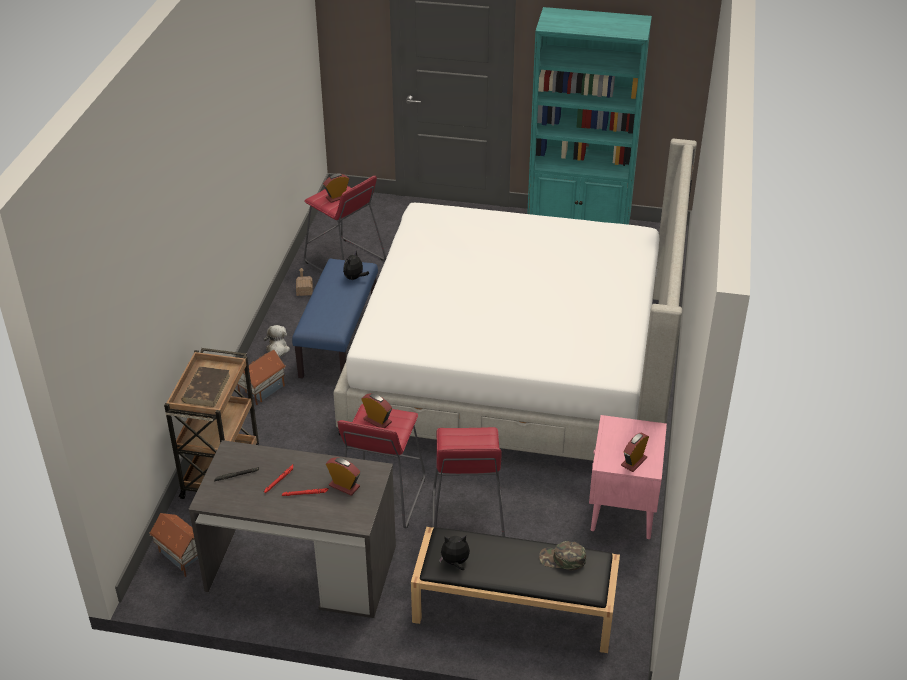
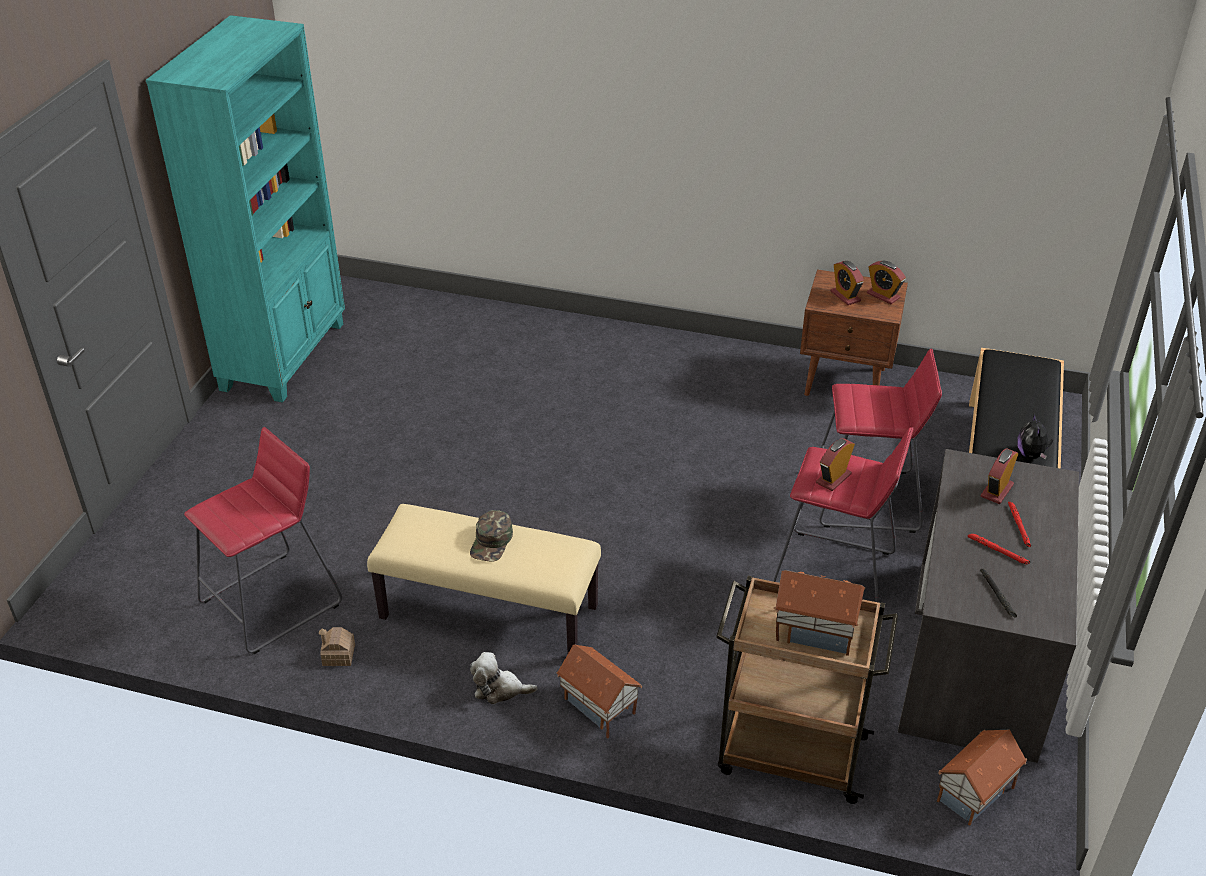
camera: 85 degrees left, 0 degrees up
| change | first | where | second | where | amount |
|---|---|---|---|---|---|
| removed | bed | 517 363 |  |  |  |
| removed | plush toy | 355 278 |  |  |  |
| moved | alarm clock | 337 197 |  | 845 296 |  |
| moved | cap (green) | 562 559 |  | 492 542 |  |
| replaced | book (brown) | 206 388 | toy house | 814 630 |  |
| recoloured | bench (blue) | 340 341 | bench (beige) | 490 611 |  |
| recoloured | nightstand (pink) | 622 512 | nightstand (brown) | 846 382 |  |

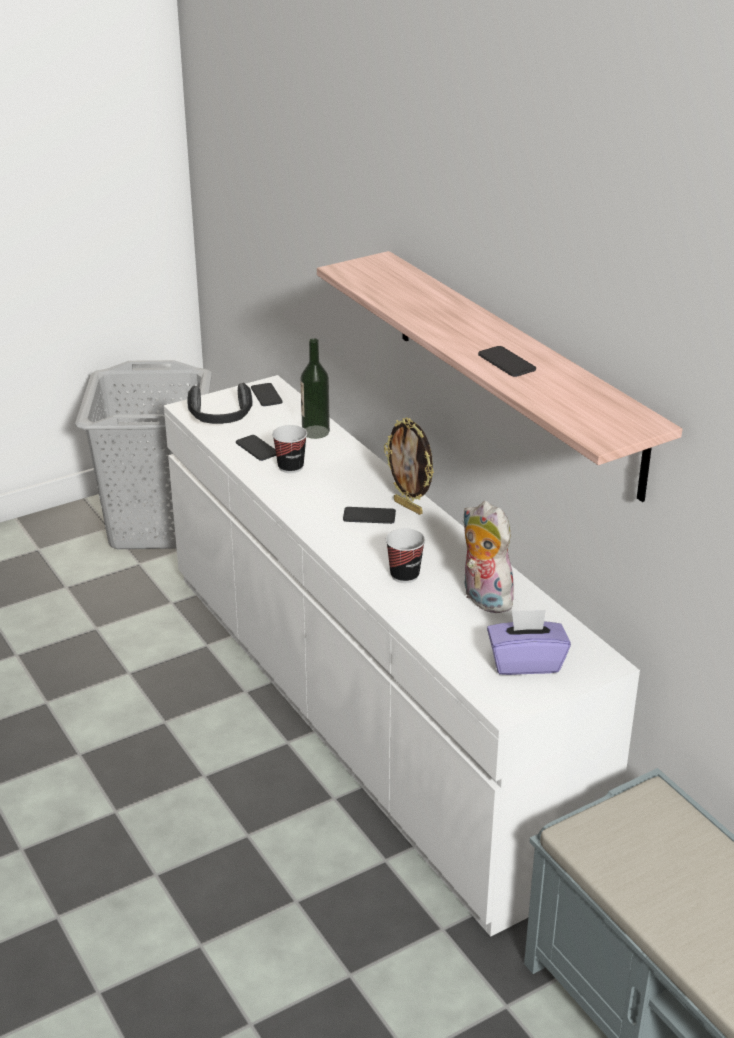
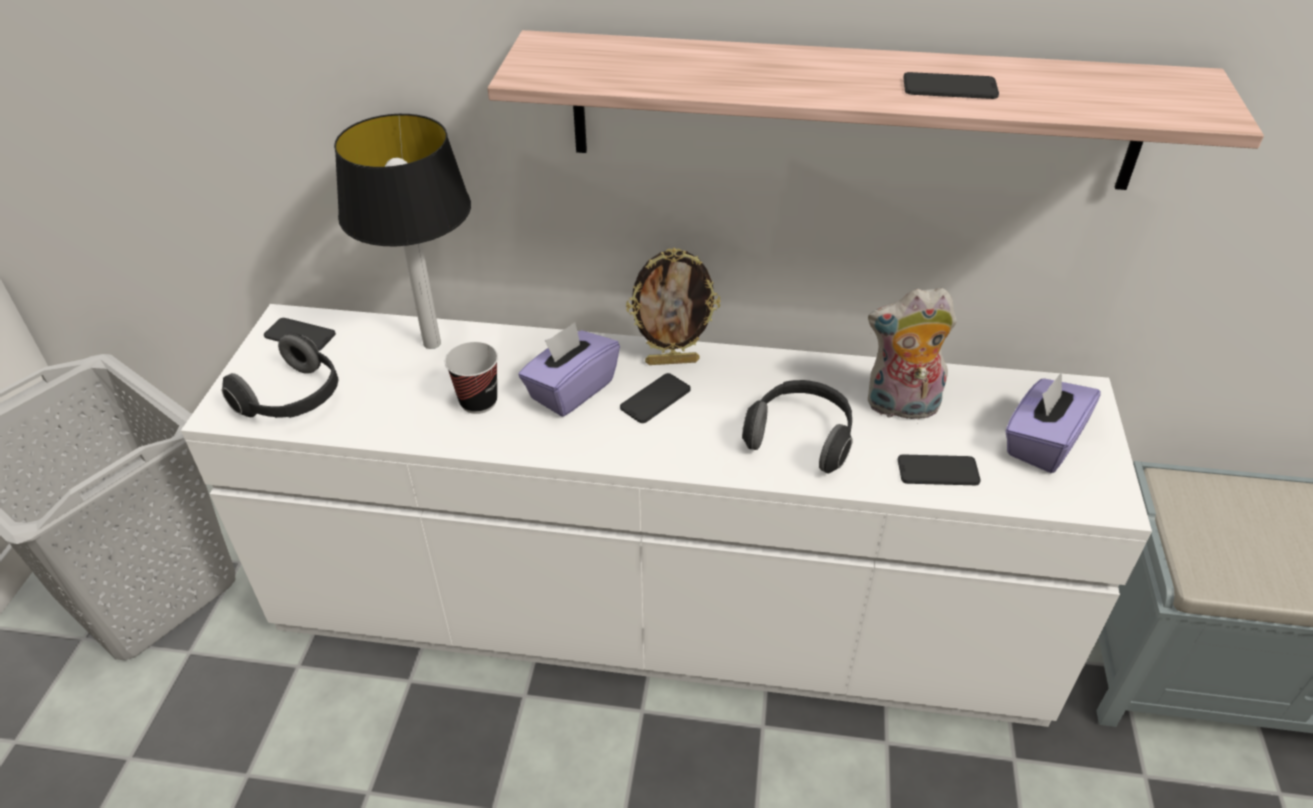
camera: 50 degrees left, 10 degrees up
| change | first | where | second | where | amount |
|---|---|---|---|---|---|
| added |  |  | tissue box (purple) | 571 390 |  |
| moved | phone | 257 448 |  | 938 471 |  |
| replaced | bottle | 315 432 | table lamp | 433 342 |  |
| replaced | cup | 404 575 | headphones | 801 438 |  |

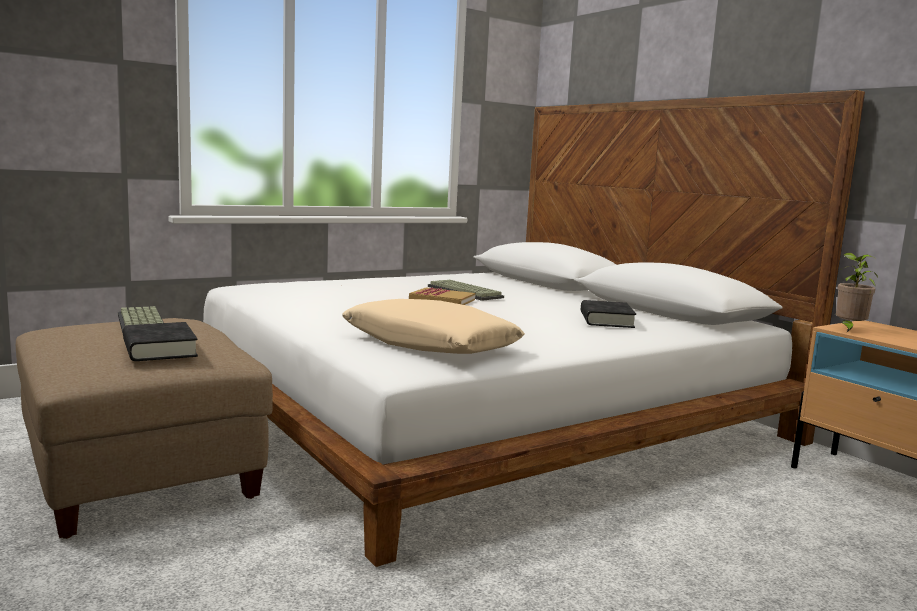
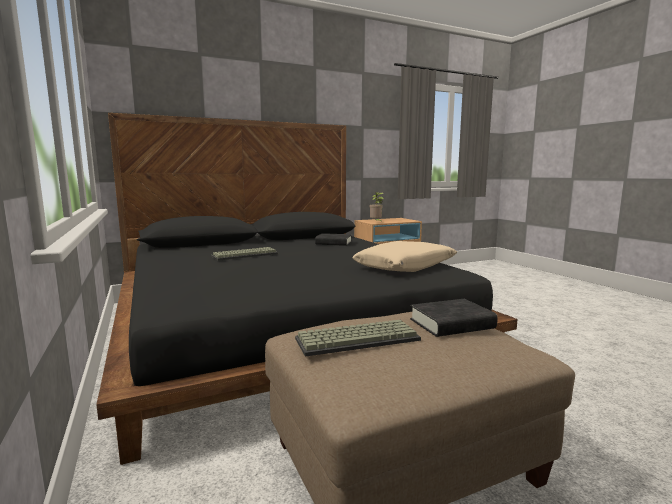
camera: 80 degrees left, 0 degrees up
| change | first | where | second | where | amount |
|---|---|---|---|---|---|
| removed | book | 442 300 |  |  |  |
| recoloured | bed (white) | 481 411 | bed (black) | 282 328 |  |

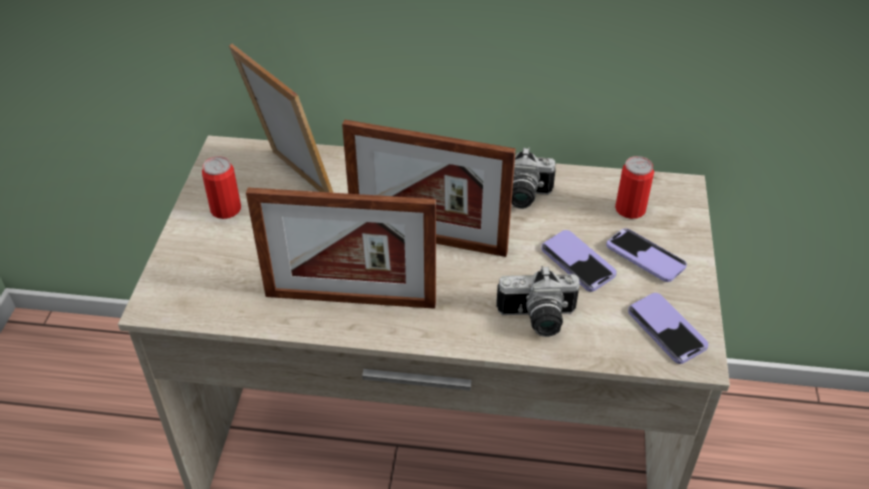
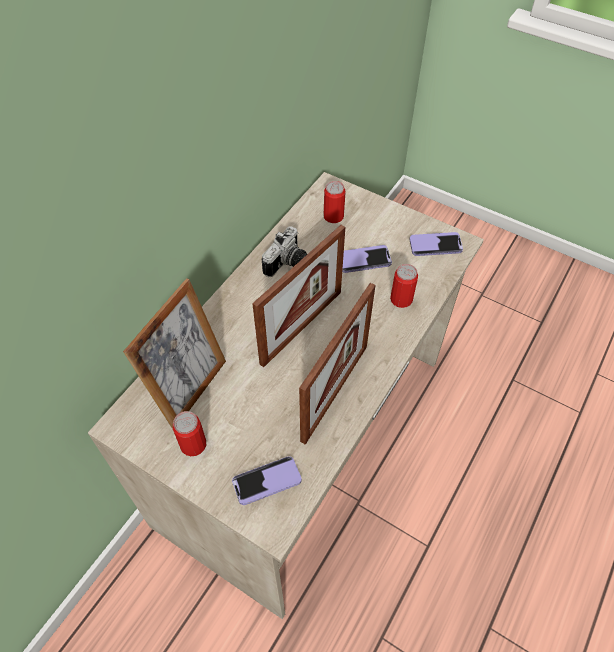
camera: 65 degrees left, 10 degrees up
| change | first | where | second | where | amount |
|---|---|---|---|---|---|
| moved | phone | 645 257 |  | 267 481 |  |
| replaced | photo camera | 537 320 | can | 401 299 |  |
| turned | picture frame | 292 182 |  | 190 388 | 135 degrees clockwise |

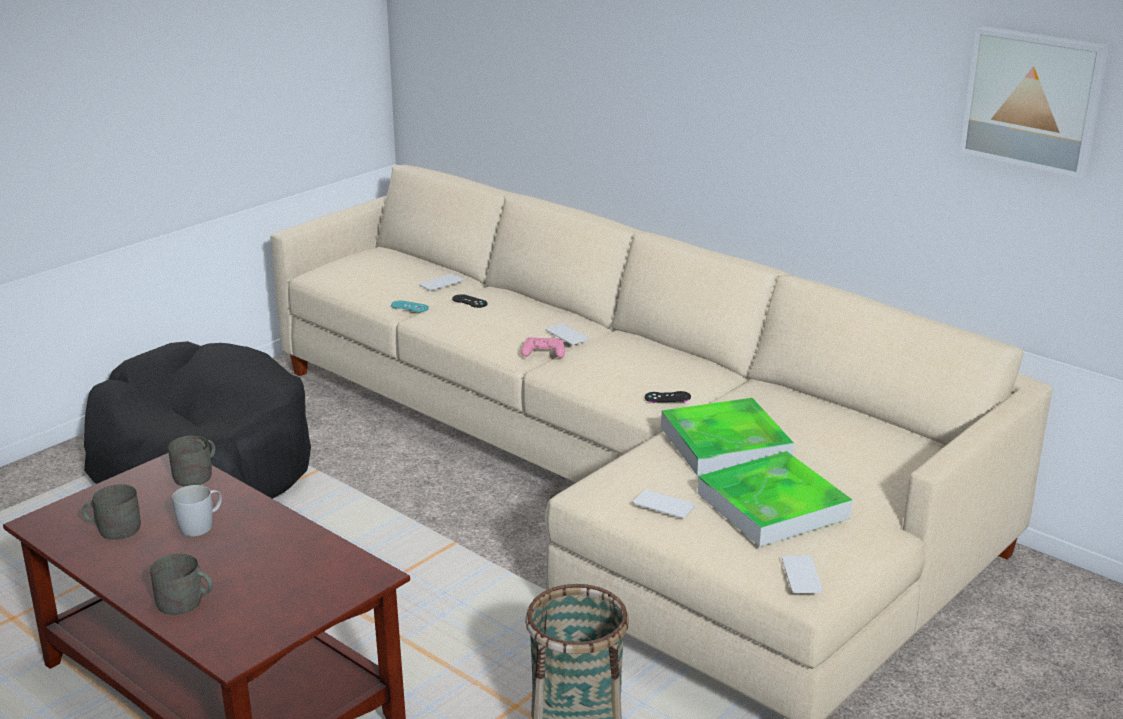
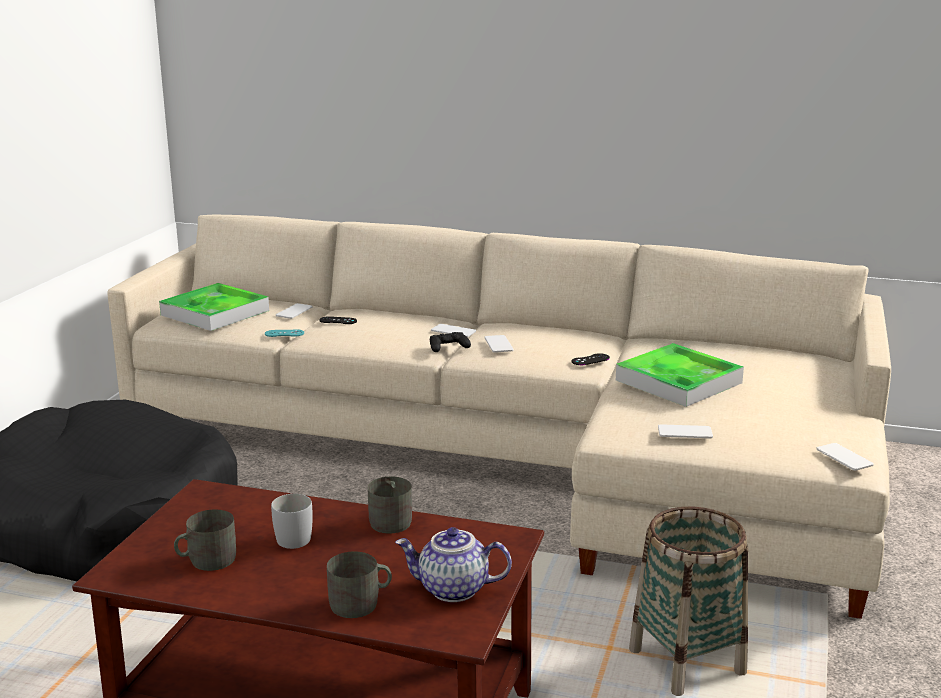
camera: 25 degrees left, 5 degrees down
| change | first | where | second | where | amount |
|---|---|---|---|---|---|
| removed | picture | 1034 99 |  |  |  |
| added |  |  | teapot | 452 590 |  |
| added |  |  | phone | 498 344 |  |
| moved | mug (grey) | 197 475 |  | 392 520 |  |
| moved | tray | 772 506 |  | 215 313 |  |
| recoloured | game controller (pink) | 543 353 | game controller (black) | 448 347 |  |

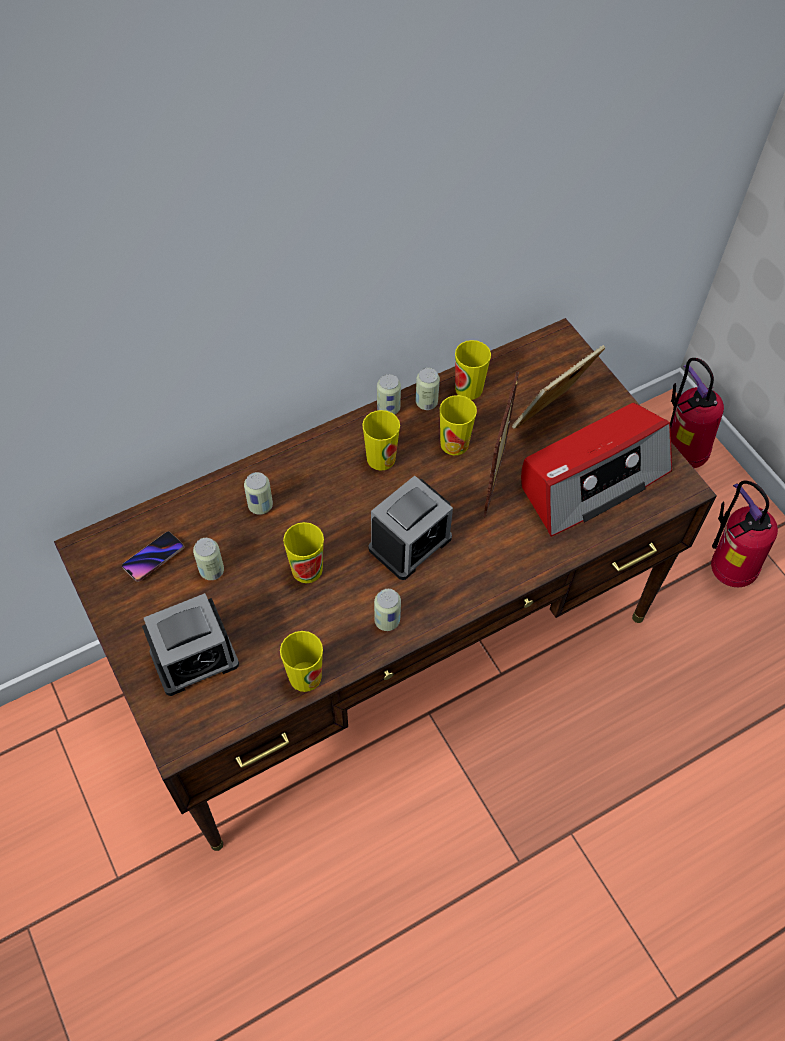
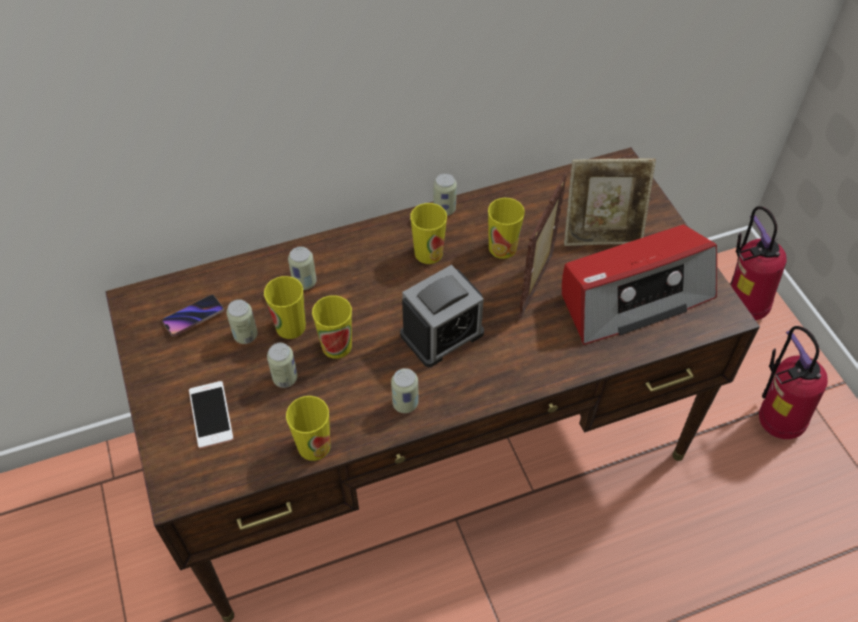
camera: 10 degrees right, 5 degrees down
| change | first | where | second | where | amount |
|---|---|---|---|---|---|
| moved | can | 426 402 |  | 285 378 |  |
| moved | cup | 468 389 |  | 290 326 |  |
| replaced | alarm clock | 194 658 | phone | 211 414 |  |
| turned | picture frame | 550 416 |  | 601 233 | 150 degrees counterclockwise |

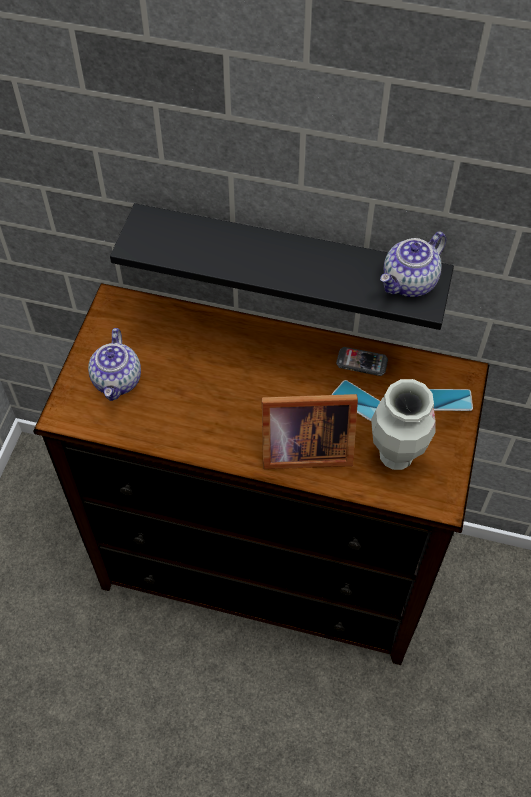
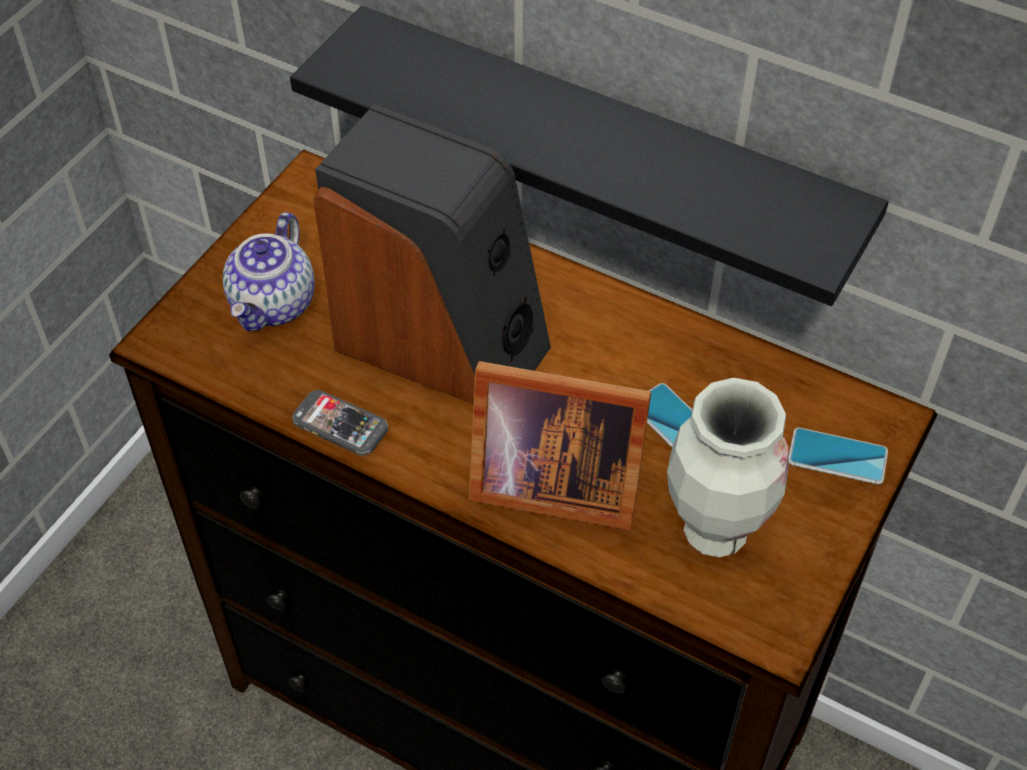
camera: 15 degrees right, 5 degrees down
| change | first | where | second | where | amount |
|---|---|---|---|---|---|
| removed | teapot | 409 283 |  |  |  |
| added |  |  | speaker | 443 344 |  |
| moved | phone | 361 362 |  | 340 424 |  |

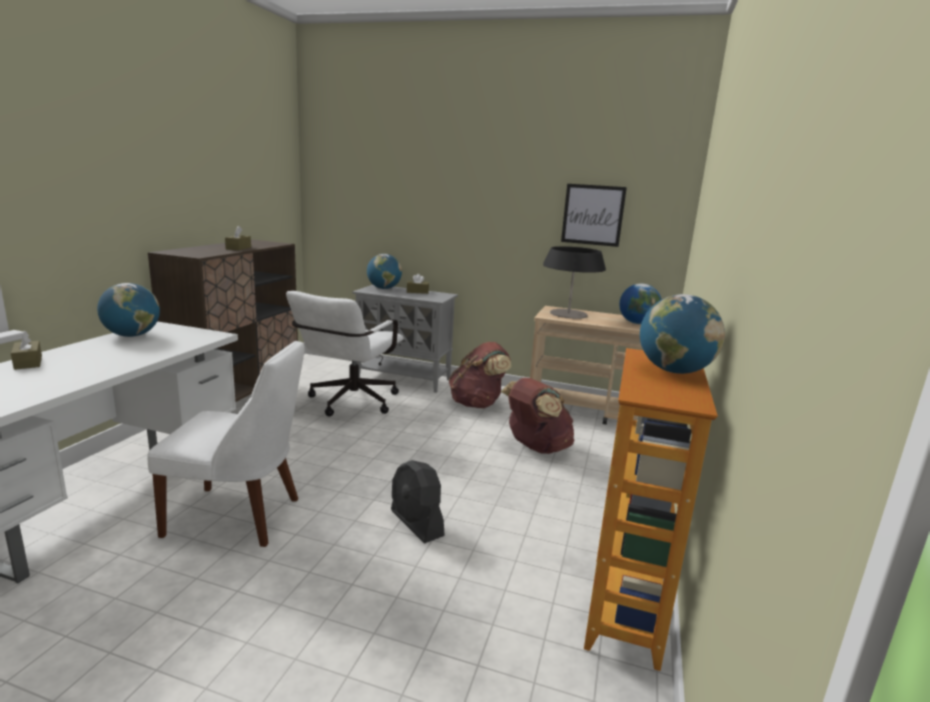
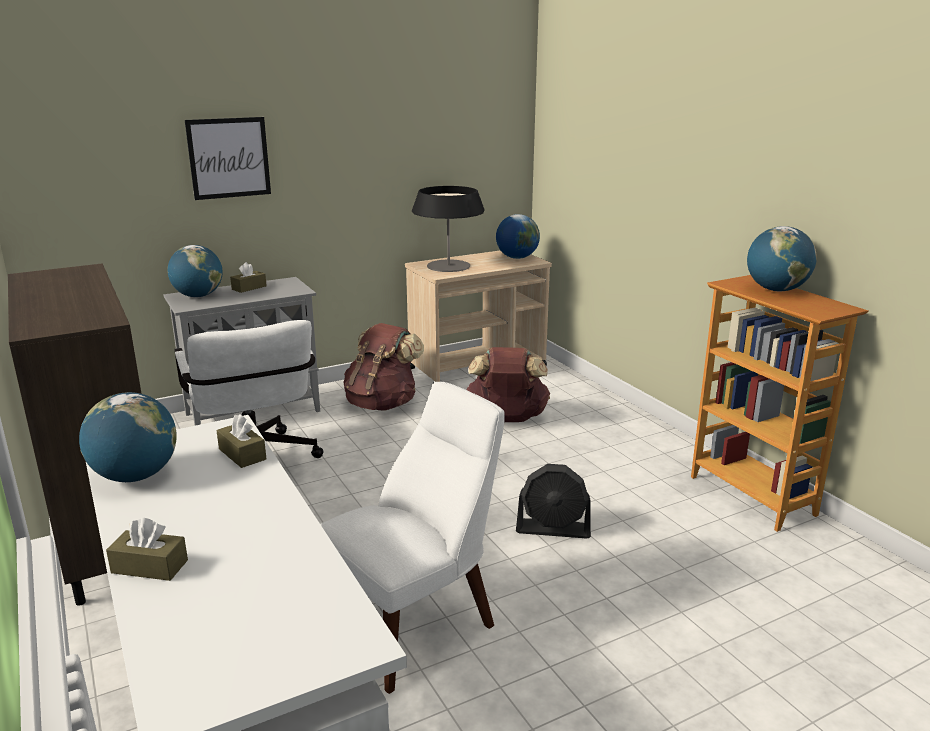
camera: 45 degrees left, 5 degrees up
| change | first | where | second | where | amount |
|---|---|---|---|---|---|
| moved | tissue box (brown) | 238 248 |  | 242 454 |  |
| moved | picture | 593 215 |  | 229 158 |  |

